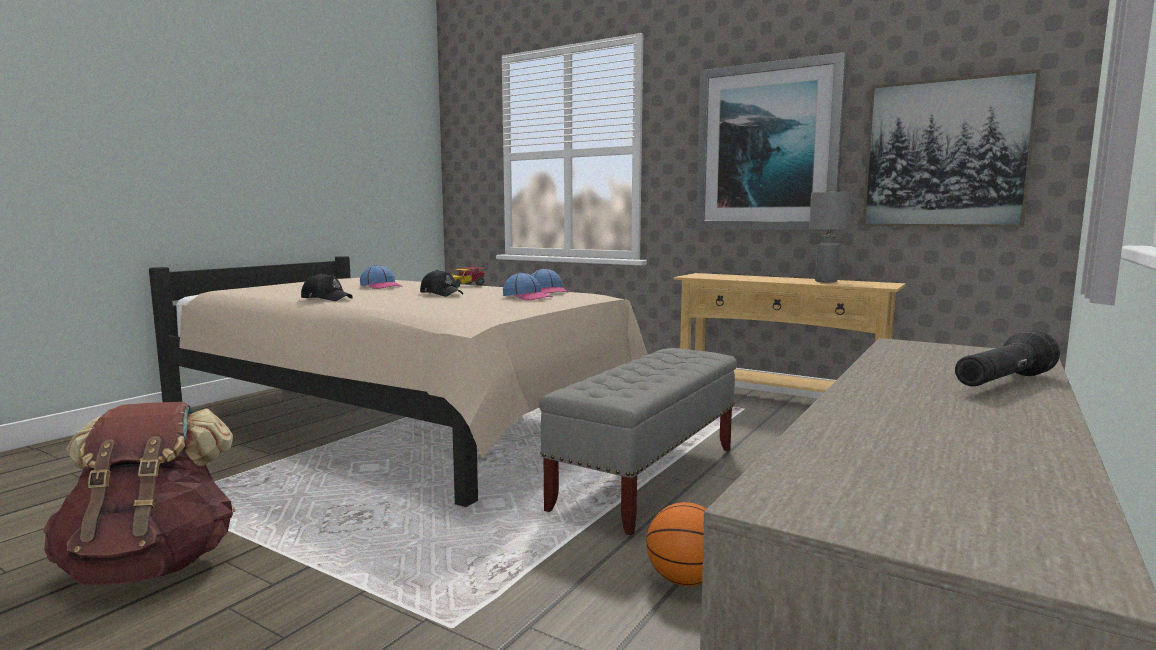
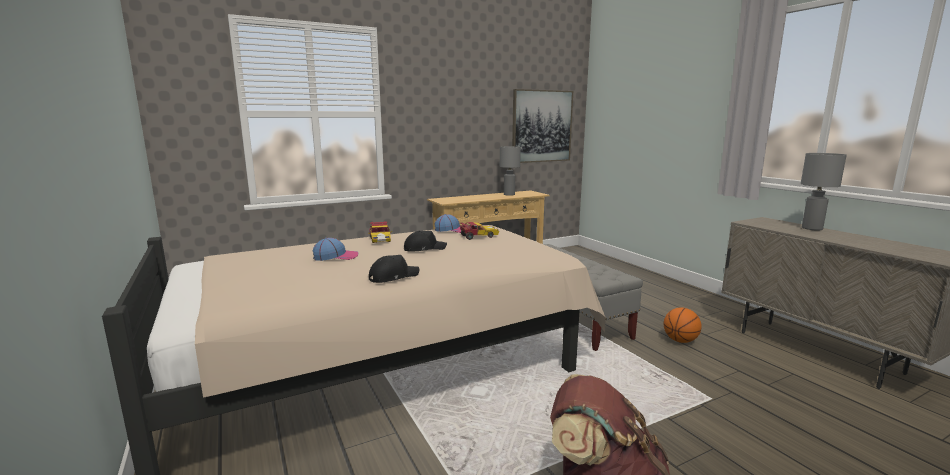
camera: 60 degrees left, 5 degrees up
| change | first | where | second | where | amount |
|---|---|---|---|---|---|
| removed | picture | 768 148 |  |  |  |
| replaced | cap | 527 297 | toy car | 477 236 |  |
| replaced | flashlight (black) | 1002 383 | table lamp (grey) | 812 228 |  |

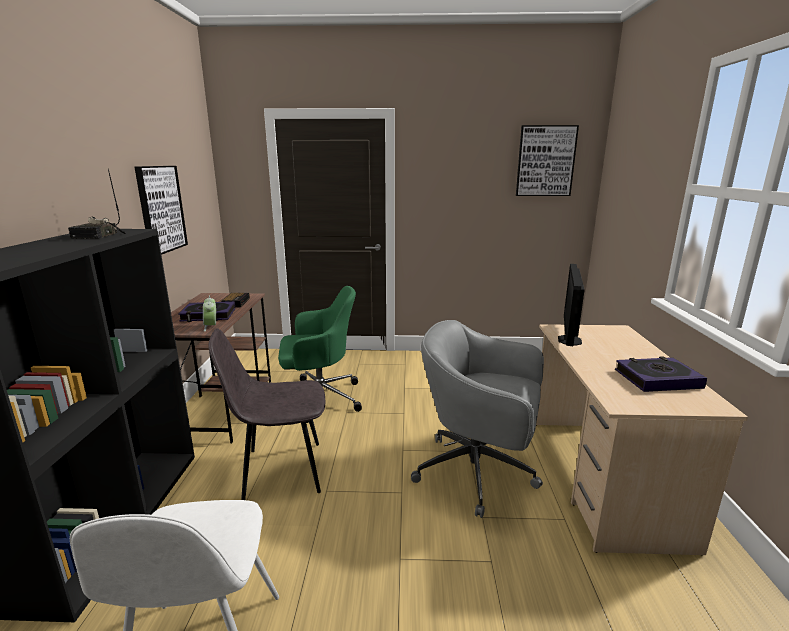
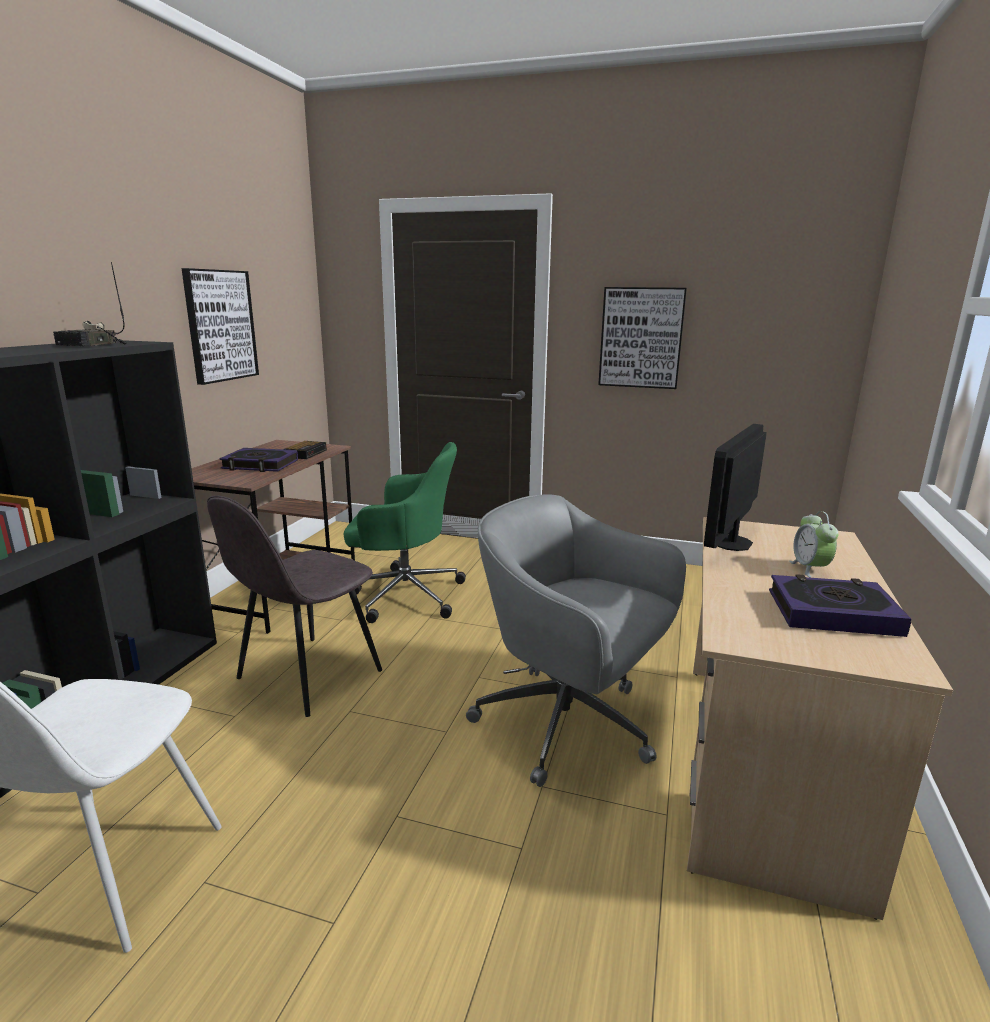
camera: 15 degrees right, 0 degrees up
| change | first | where | second | where | amount |
|---|---|---|---|---|---|
| moved | alarm clock | 211 327 |  | 810 569 |  |
| moved | picture | 545 161 |  | 641 338 |  |
| turned | chair (grey) | 280 470 |  | 306 676 | 60 degrees counterclockwise |

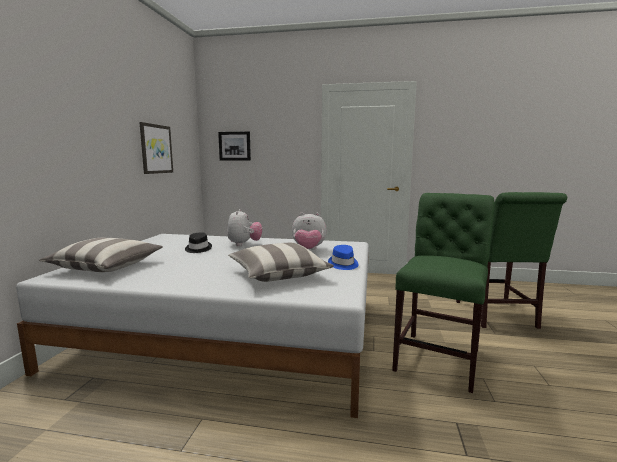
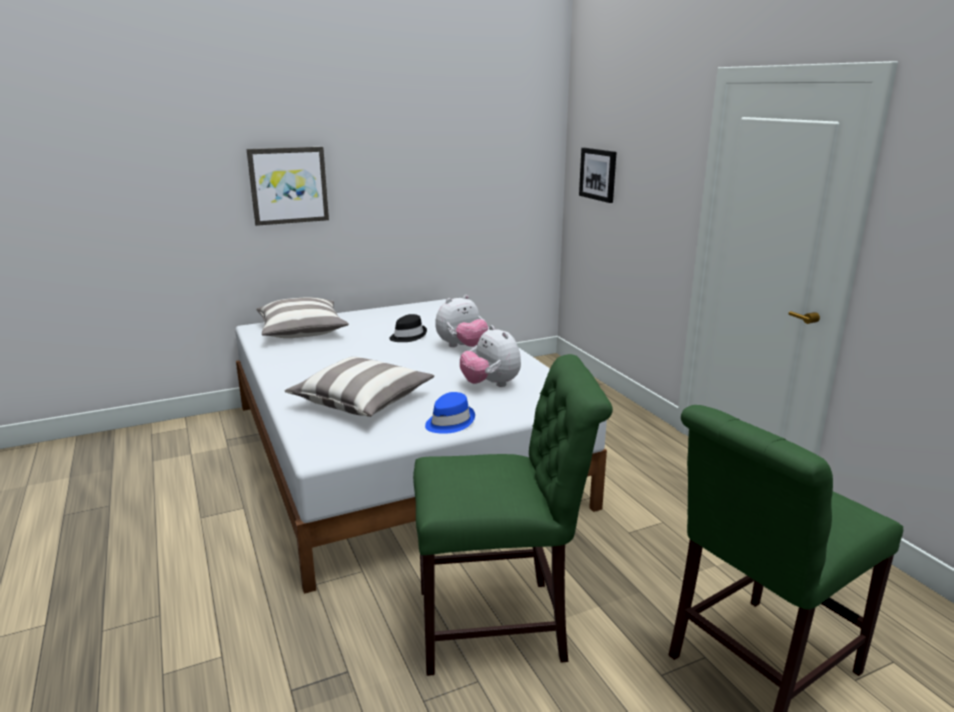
camera: 55 degrees right, 10 degrees up
| change | first | where | second | where | amount |
|---|---|---|---|---|---|
| moved | picture | 156 149 |  | 288 185 |  |

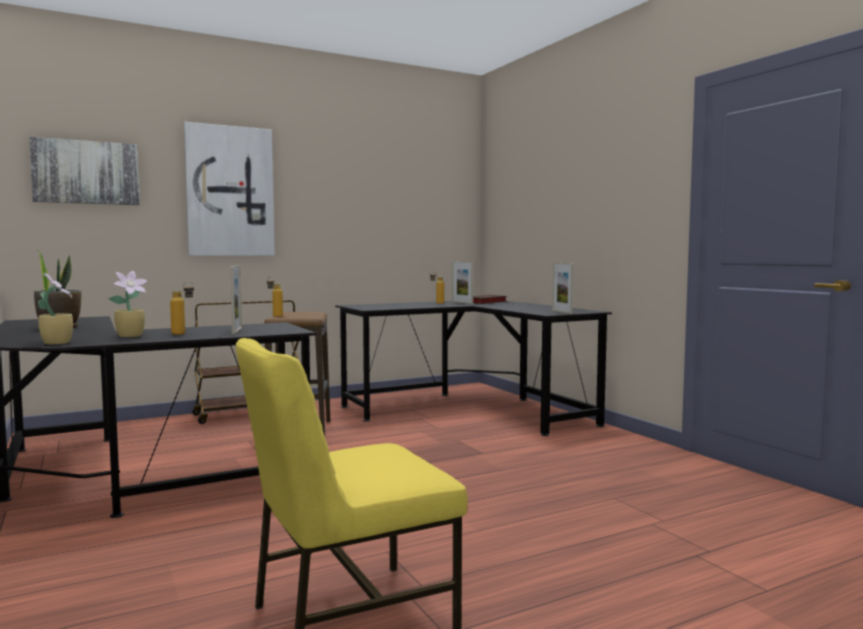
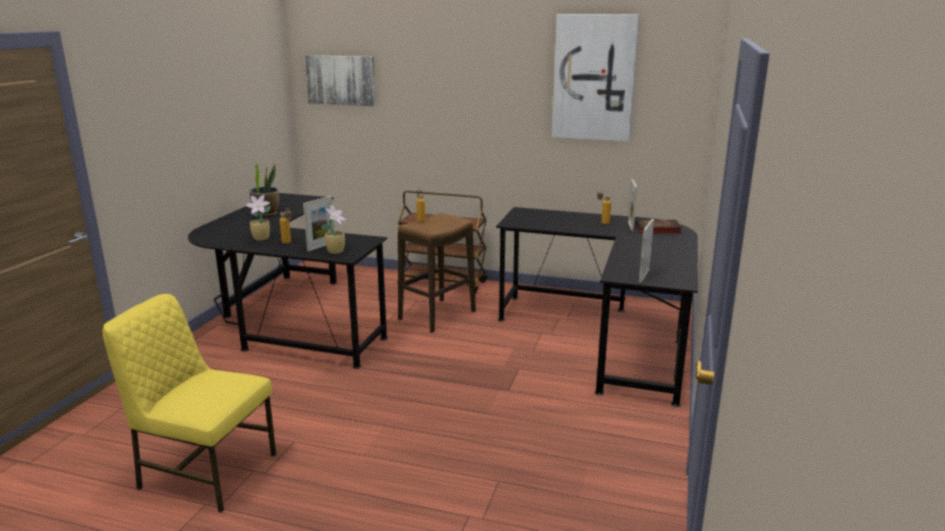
camera: 45 degrees right, 15 degrees up
| change | first | where | second | where | amount |
|---|---|---|---|---|---|
| moved | potted plant | 57 342 |  | 336 251 |  |
| moved | picture | 230 191 |  | 594 78 |  |

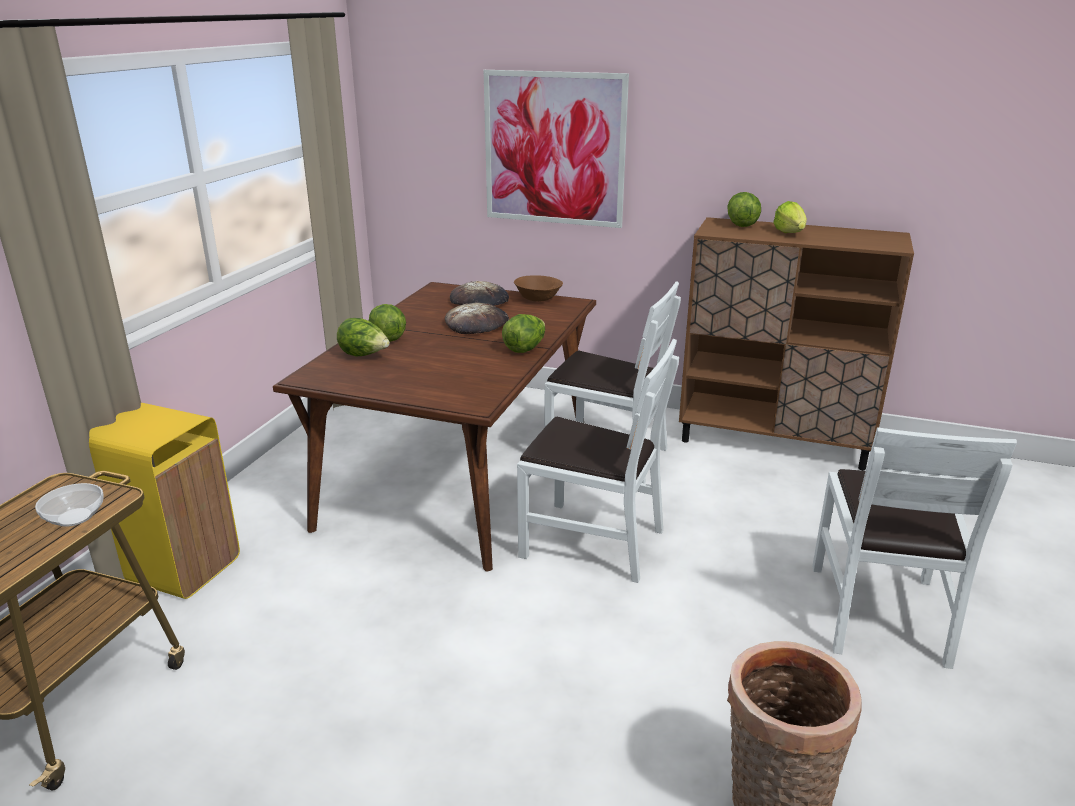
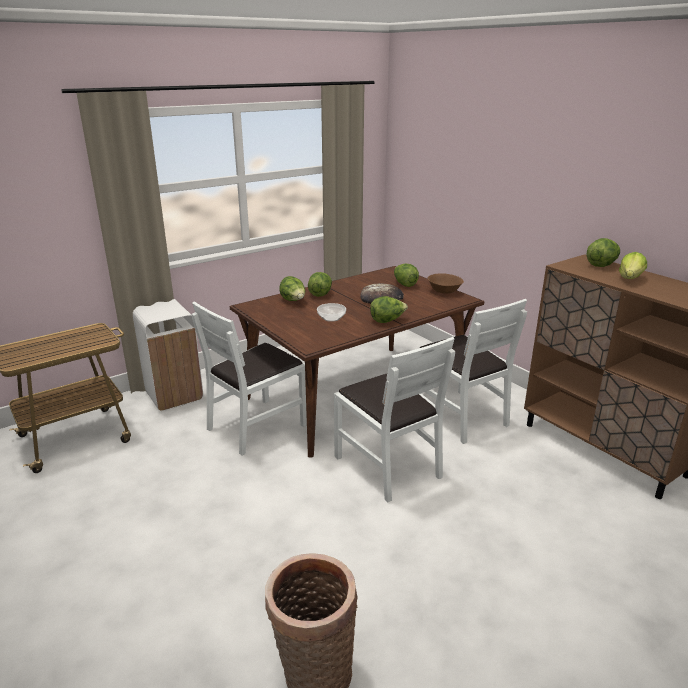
camera: 35 degrees right, 0 degrees up
| change | first | where | second | where | amount |
|---|---|---|---|---|---|
| removed | picture | 554 149 |  |  |  |
| moved | bowl | 74 516 |  | 331 318 |  |
| moved | chair (white) | 879 613 |  | 256 426 |  |
| replaced | bread | 479 301 | lettuce | 404 284 |  |
| recoloured | trash can (yellow) | 179 567 | trash can (white) | 173 394 |  |

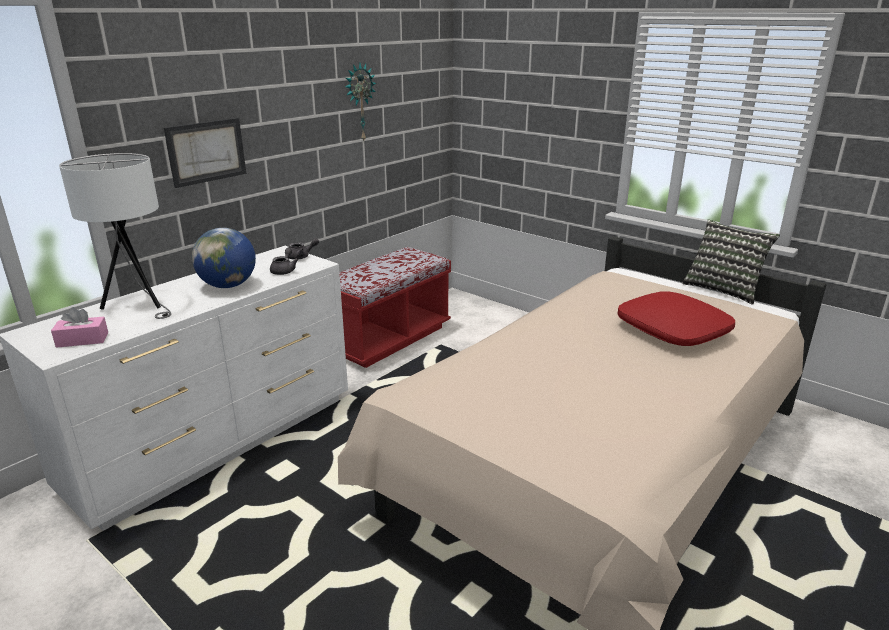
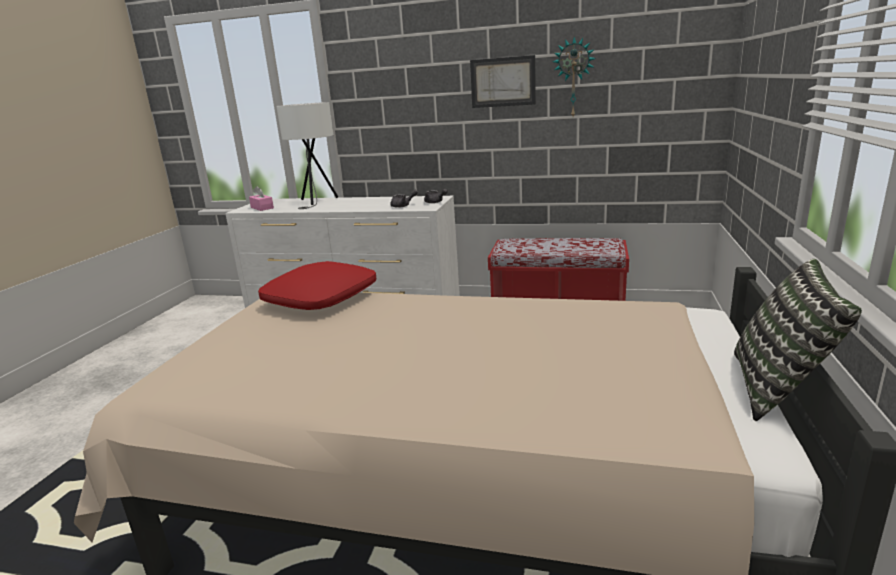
camera: 65 degrees right, 5 degrees down
| change | first | where | second | where | amount |
|---|---|---|---|---|---|
| removed | globe | 228 285 |  |  |  |
| moved | picture | 206 151 |  | 503 82 |  |
| moved | pillow (red) | 673 330 |  | 321 299 |  |

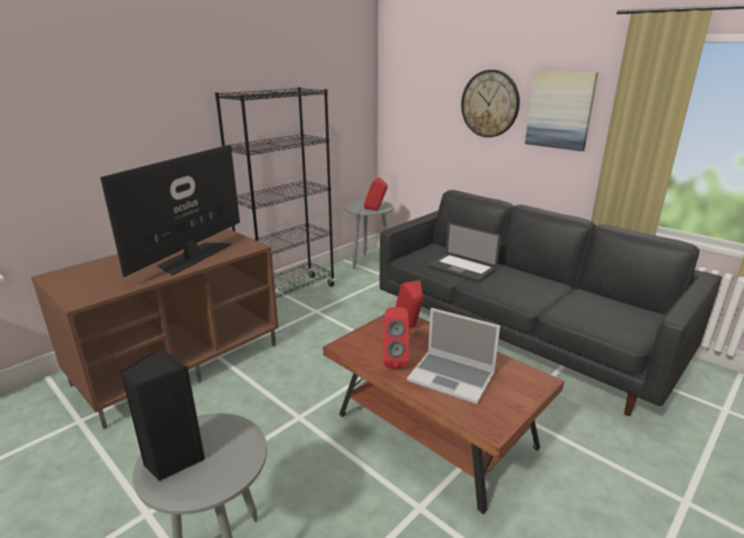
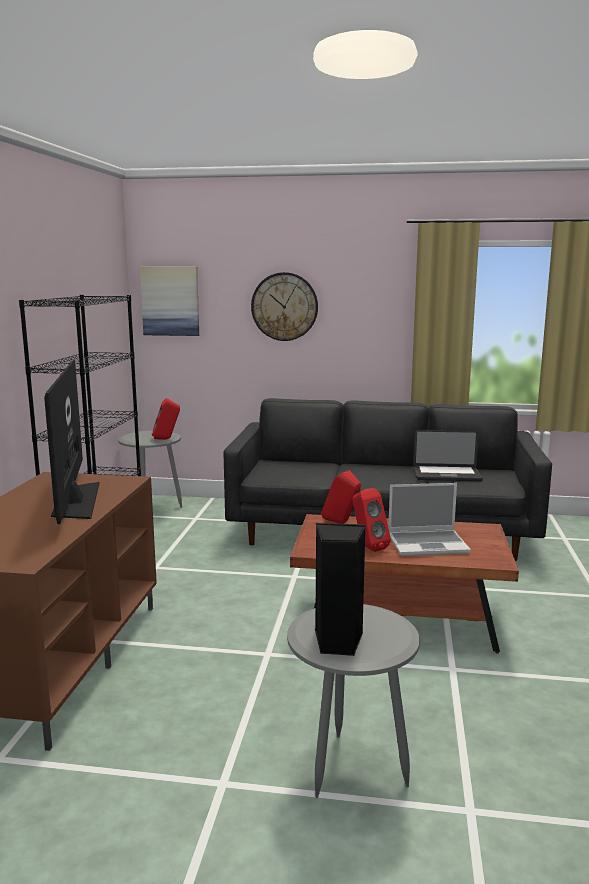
camera: 35 degrees left, 10 degrees down
| change | first | where | second | where | amount |
|---|---|---|---|---|---|
| moved | laptop | 461 269 |  | 446 475 |  |
| moved | picture | 560 110 |  | 170 301 |  |

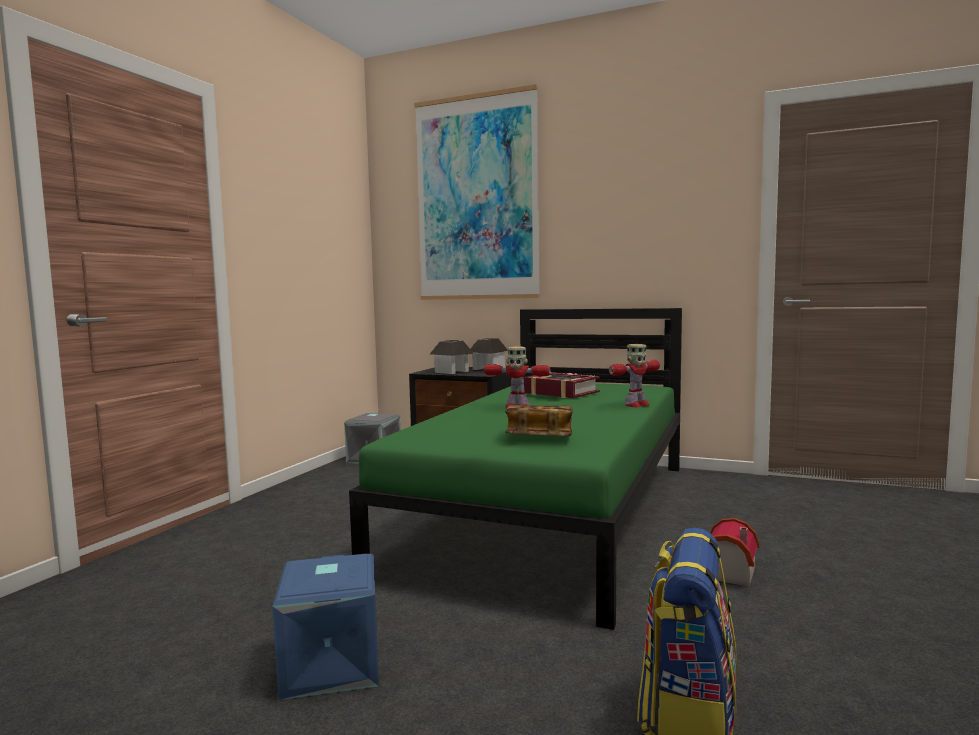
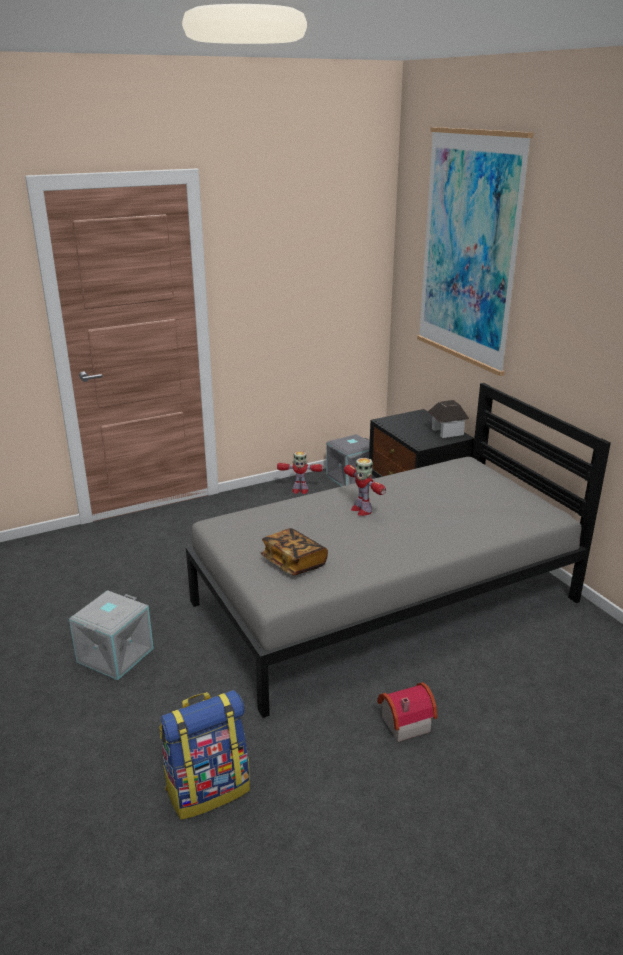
camera: 40 degrees right, 20 degrees up
| change | first | where | second | where | amount |
|---|---|---|---|---|---|
| removed | toy house | 452 371 |  |  |  |
| removed | book | 560 392 |  |  |  |
| moved | toy robot | 636 405 |  | 299 490 |  |
| recoloured | storage box (blue) | 329 664 | storage box (grey) | 115 654 |  |
| recoloured | bed (green) | 553 513 | bed (grey) | 385 602 |  |

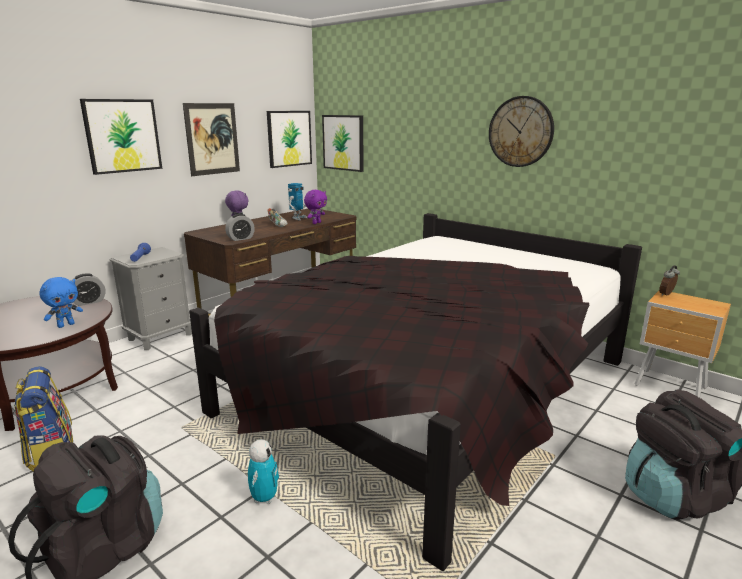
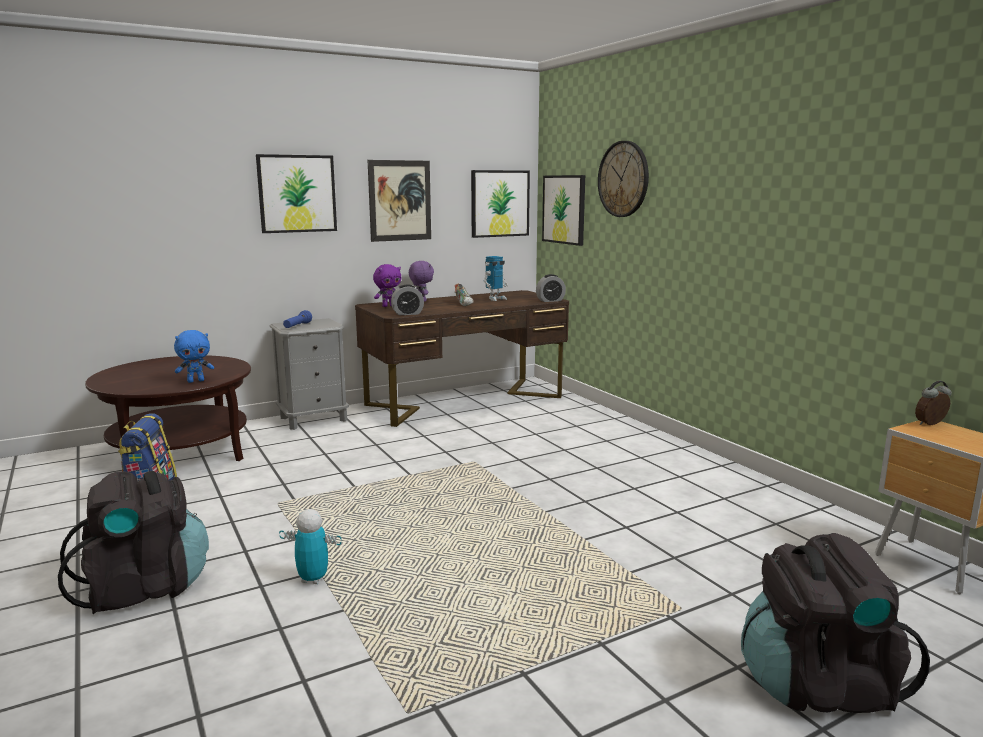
camera: 20 degrees right, 5 degrees down
| change | first | where | second | where | amount |
|---|---|---|---|---|---|
| removed | bed (black) | 430 387 |  |  |  |
| moved | alarm clock | 89 302 |  | 550 300 |  |
| moved | plush toy (purple) | 316 223 |  | 388 306 |  |
| moved | wall clock | 520 132 |  | 623 179 |  |
| turned | toy robot | 264 498 |  | 313 579 | 105 degrees counterclockwise |

